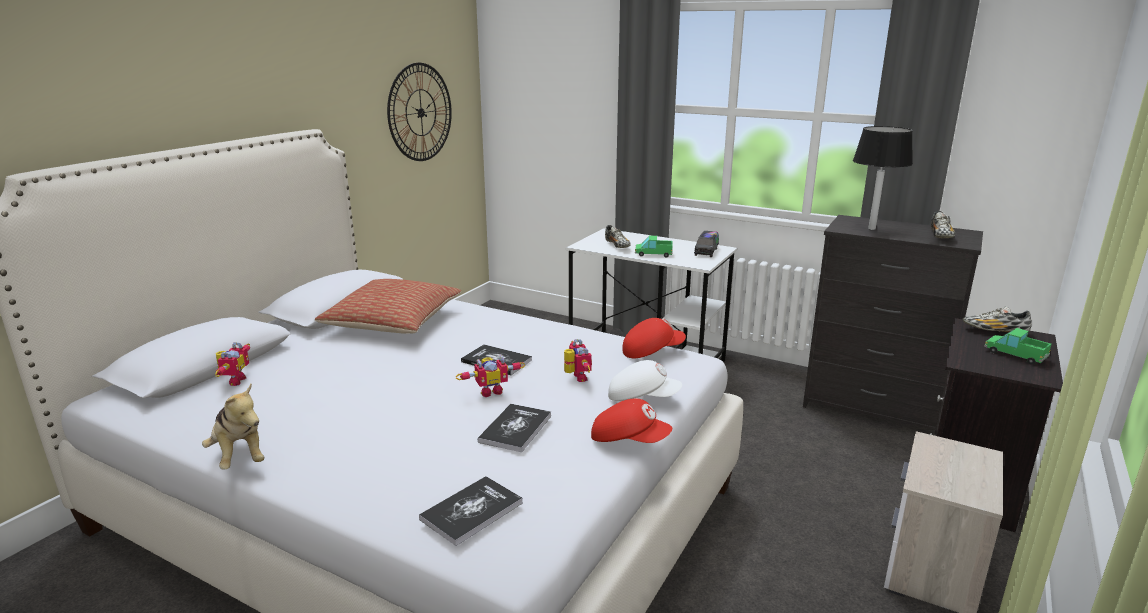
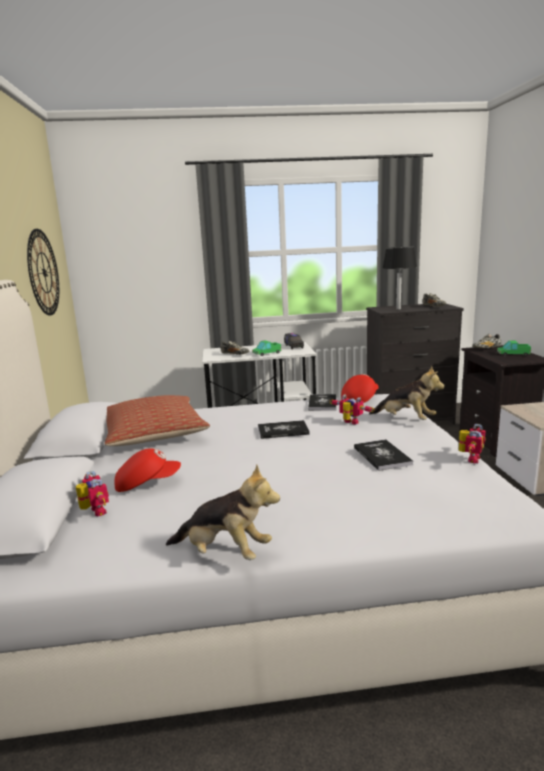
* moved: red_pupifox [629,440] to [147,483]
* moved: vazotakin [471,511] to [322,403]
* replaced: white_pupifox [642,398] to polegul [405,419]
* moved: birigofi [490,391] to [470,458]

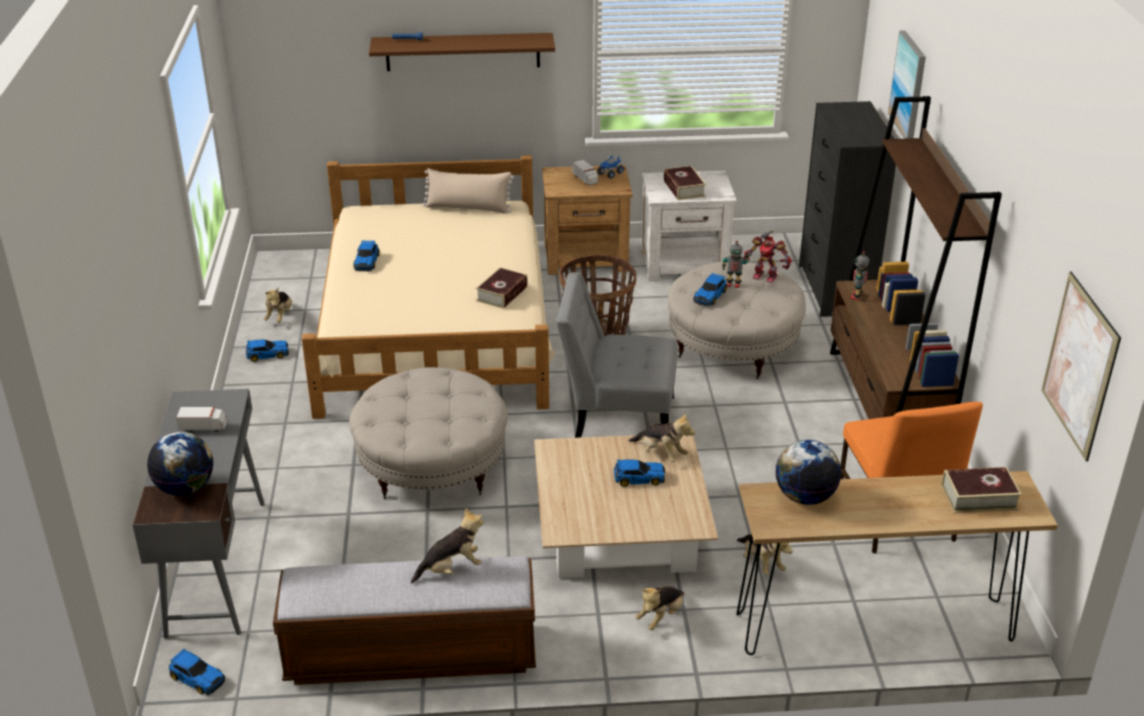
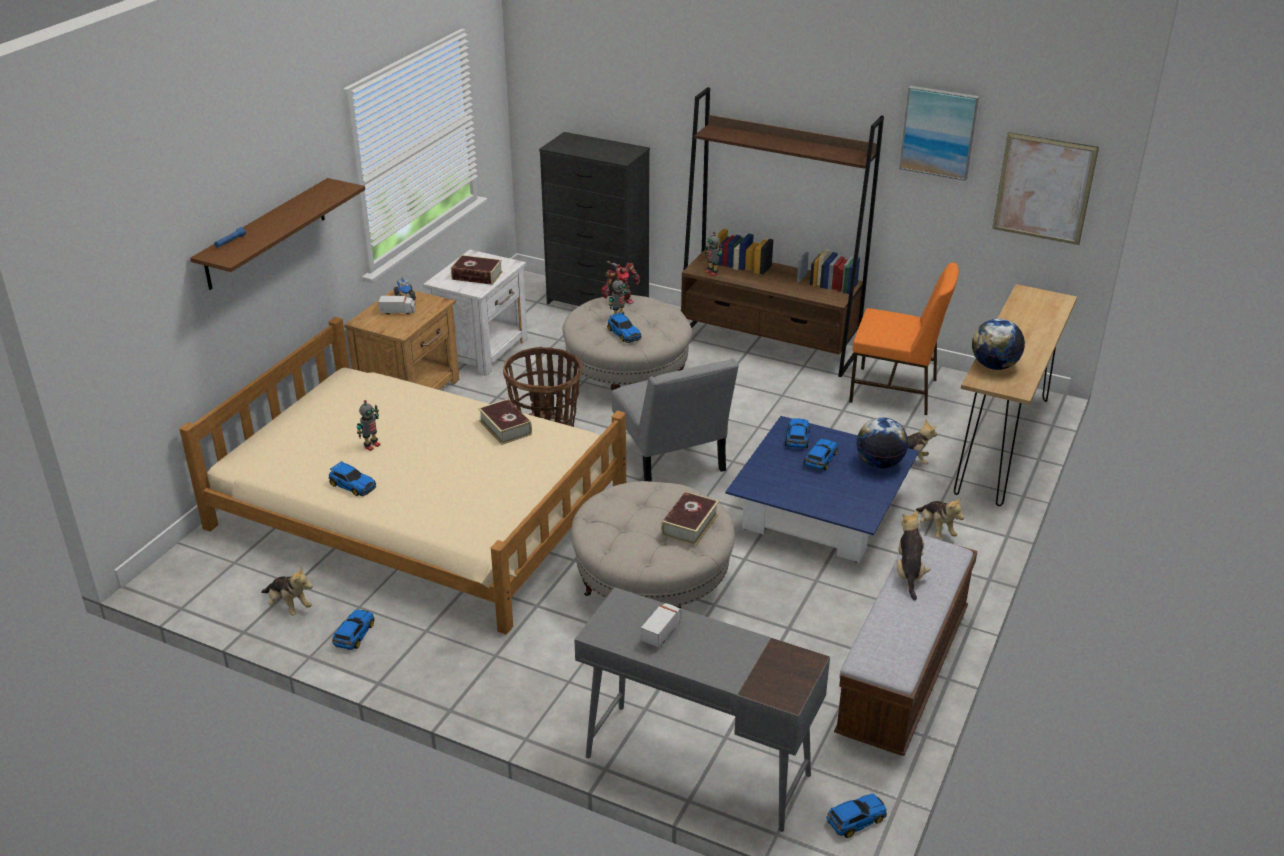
* added: birigofi [371,446]
* turned: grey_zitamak [617,417] = [671,461] 60 degrees counterclockwise
* moved: vazotakin [979,497] to [690,524]
* recoloured: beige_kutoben [619,529] to blue_kutoben [819,512]
* replaced: polegul [661,454] to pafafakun [797,438]
* moved: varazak [185,488] to [879,463]
* moved: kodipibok [909,86] to [938,132]
* removed: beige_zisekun [468,208]

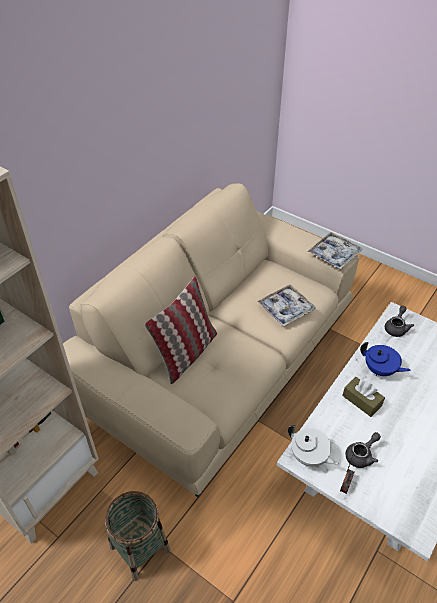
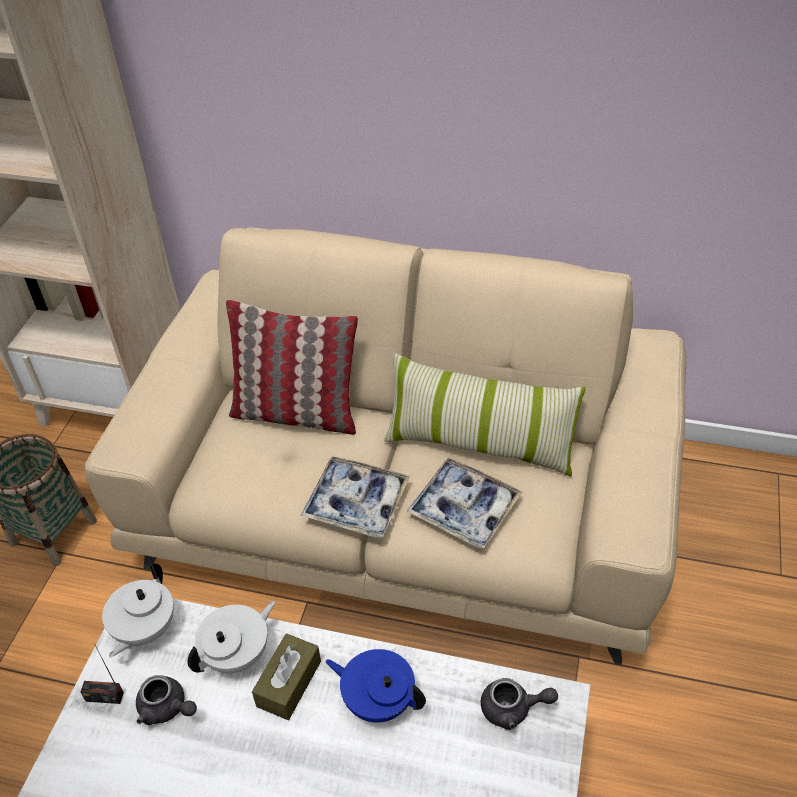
* added: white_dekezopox [238,654]
* moved: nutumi [334,254] to [356,503]
* turned: blue_dekezopox [380,370] = [378,700] 105 degrees clockwise
* added: zisekun [480,443]

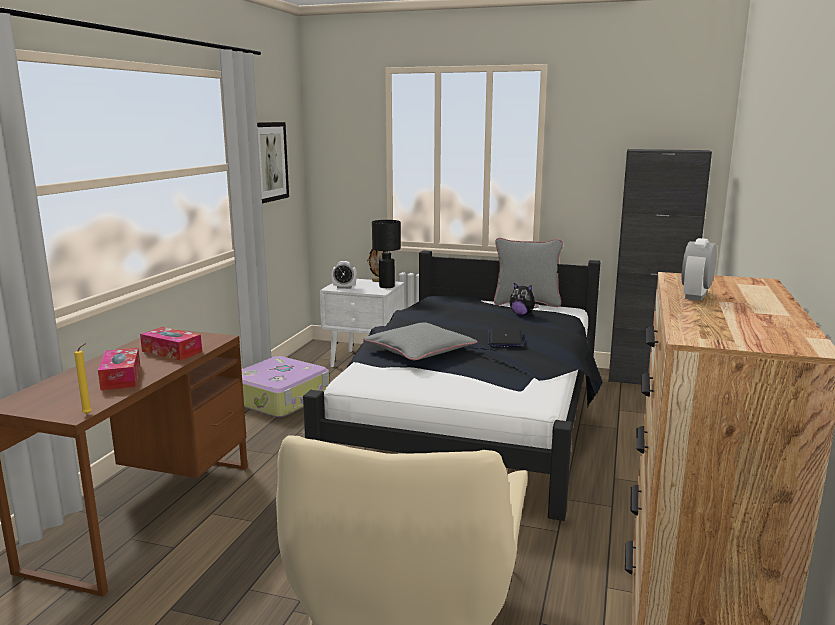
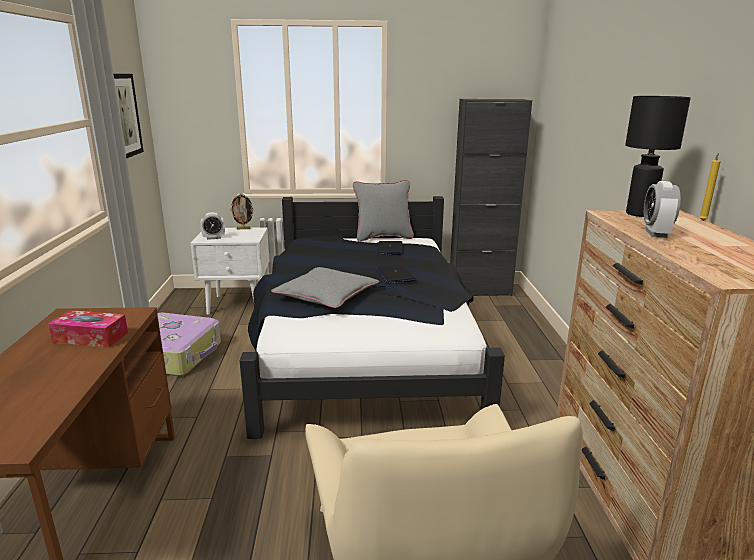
* replaced: polegul [522,314] to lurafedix [389,249]
* moved: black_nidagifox [387,286] to [640,214]
* moved: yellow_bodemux [89,413] to [703,220]
* removed: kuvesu [121,377]

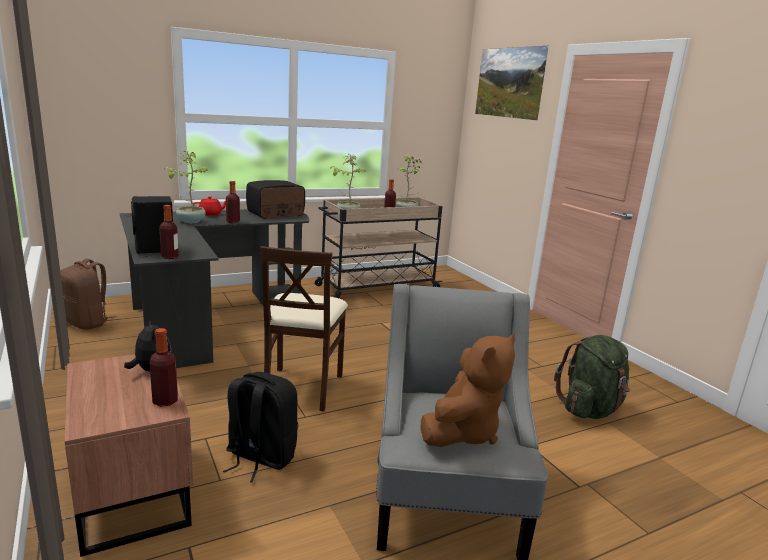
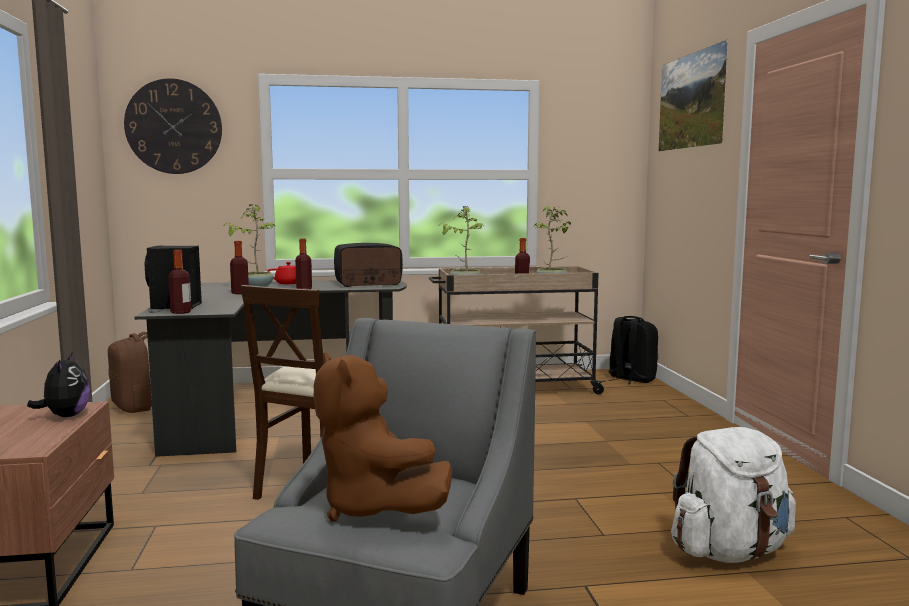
* added: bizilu [174,126]
* moved: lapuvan [165,401] to [240,293]
* turned: brown_polegul [463,431] = [374,508] 90 degrees clockwise
* moved: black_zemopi [260,457] to [631,379]
* recoloured: green_zemopi [590,409] to white_zemopi [730,551]

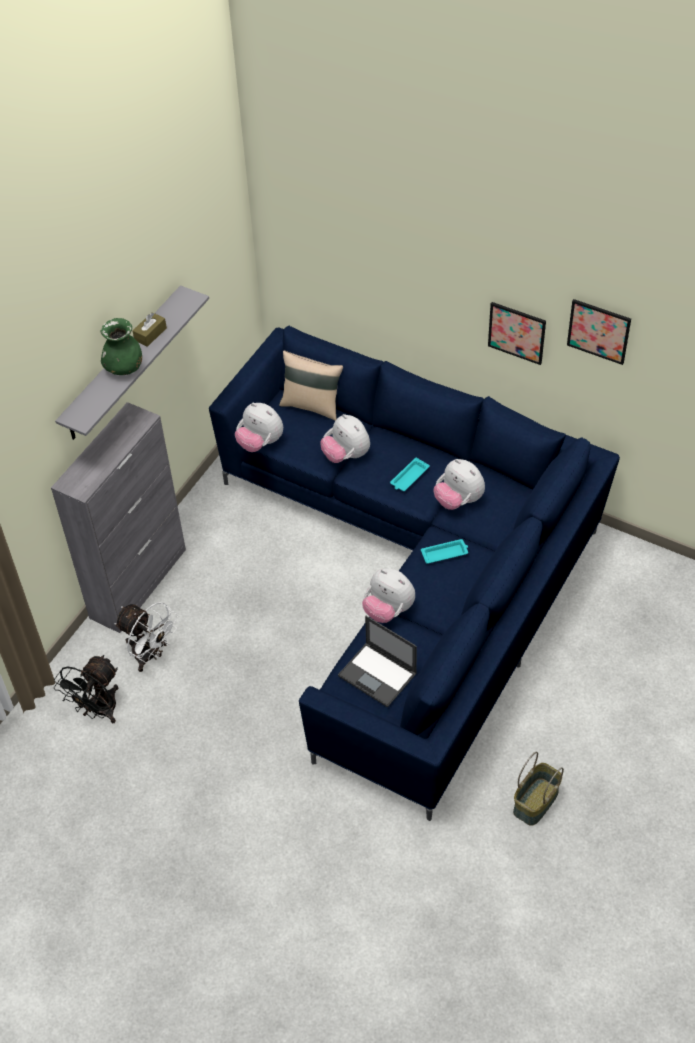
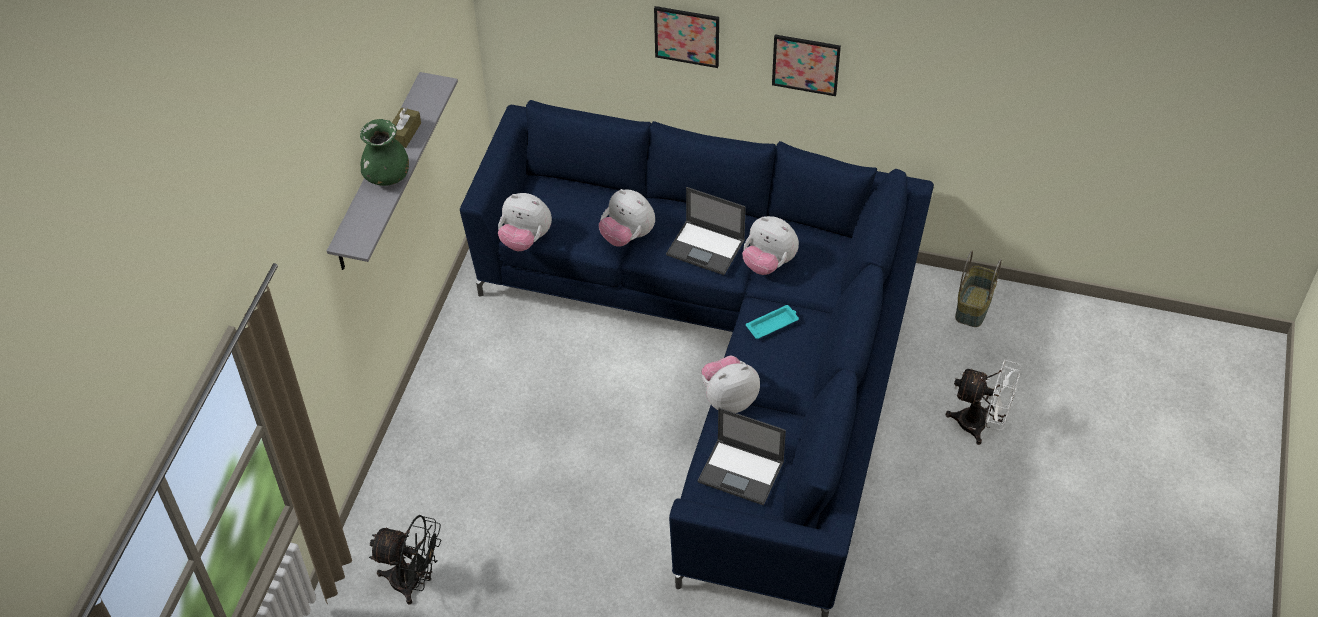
* turned: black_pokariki [99,711] = [413,582] 90 degrees counterclockwise
* moved: kodipibok [598,331] to [687,36]
* replaced: turquoise_nutumi [409,477] to lurafedix [706,247]
* turned: polegul [388,610] = [729,399] 135 degrees clockwise
* moved: white_pokariki [150,655] to [980,425]
* moved: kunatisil [536,802] to [974,307]
* removed: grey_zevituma [139,583]
* removed: beige_zisekun [312,405]

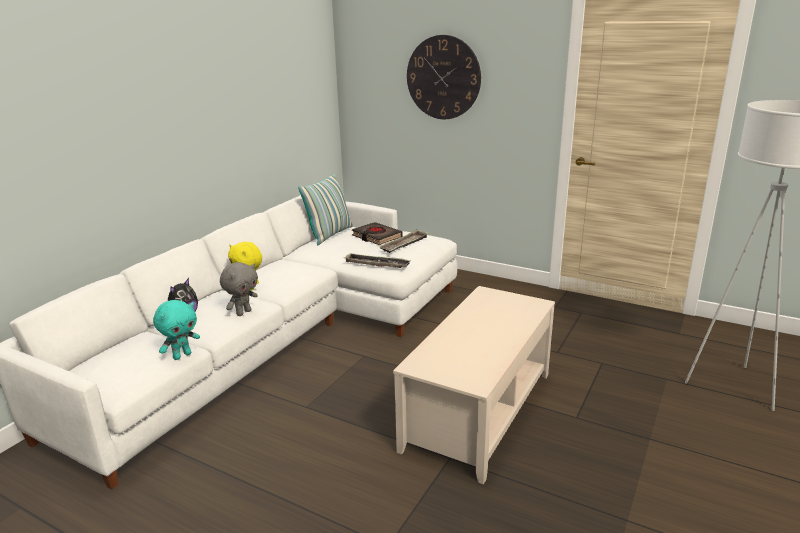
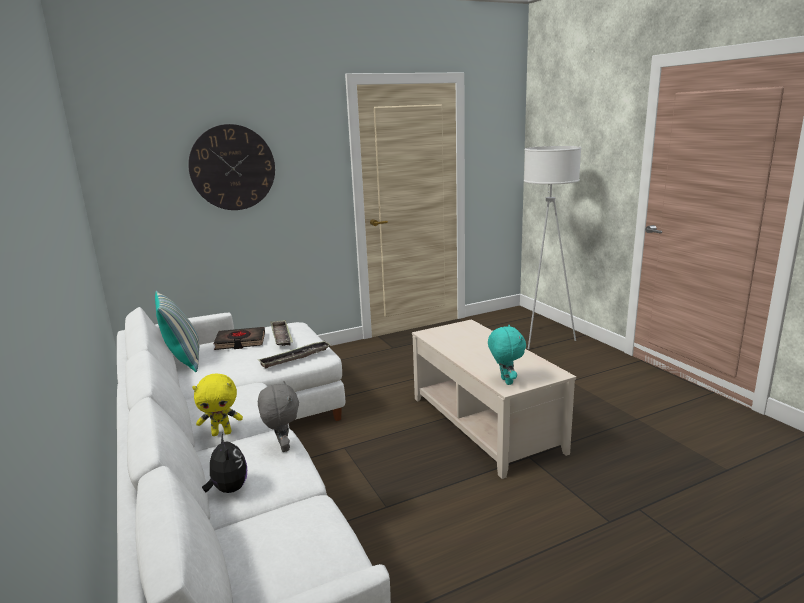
* moved: turquoise_polegul [182,355] to [505,381]

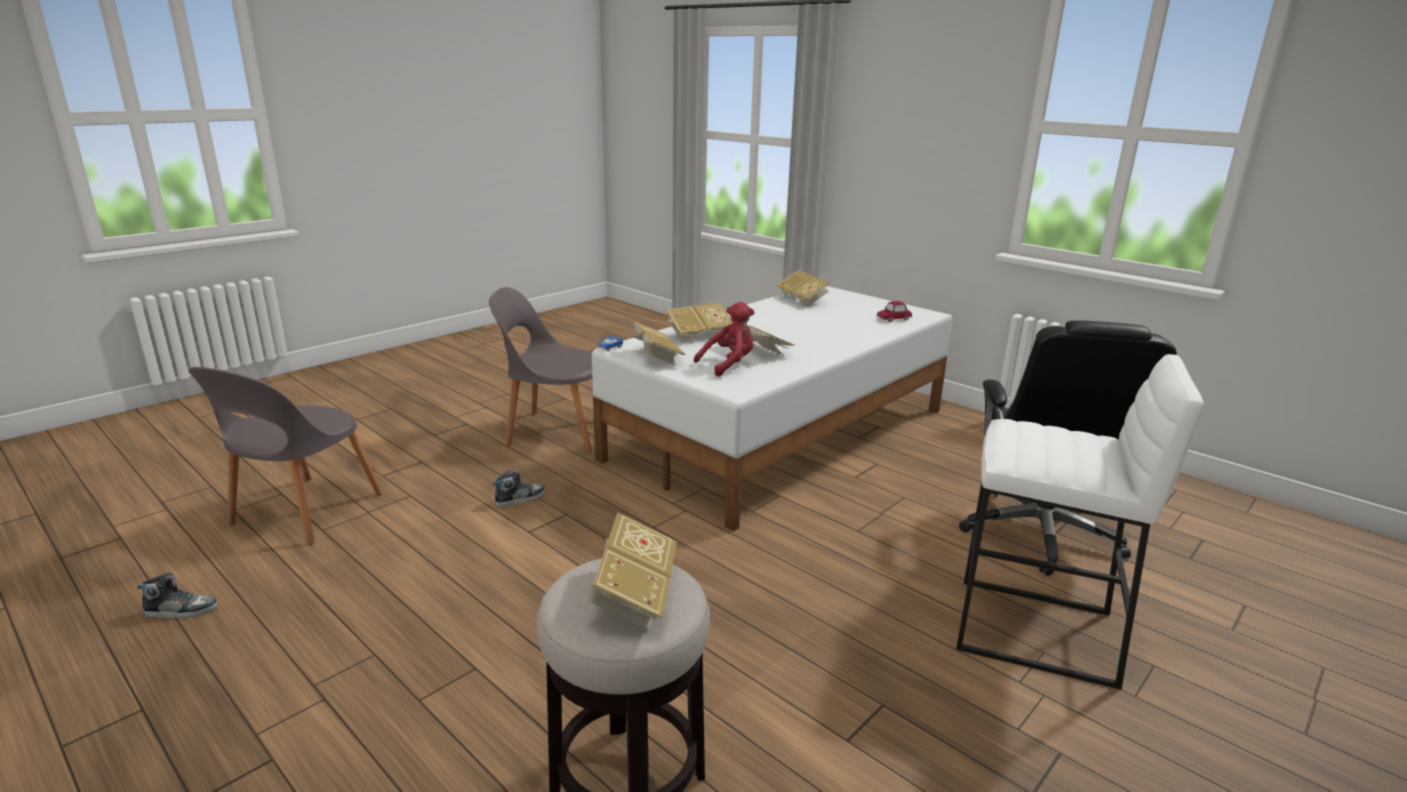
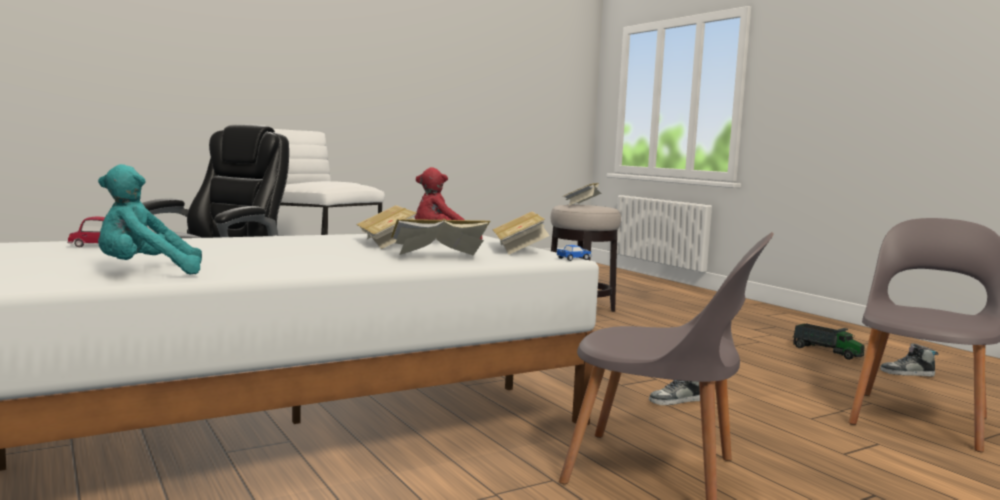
* replaced: vazotakin [802,299] to turquoise_polegul [145,273]
* added: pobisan [827,352]

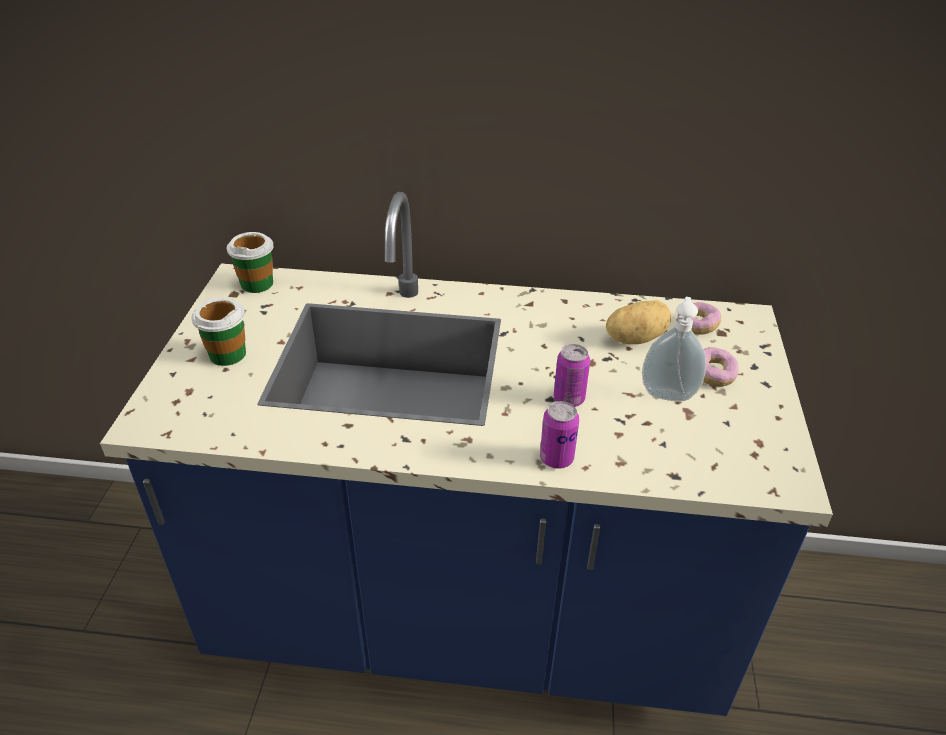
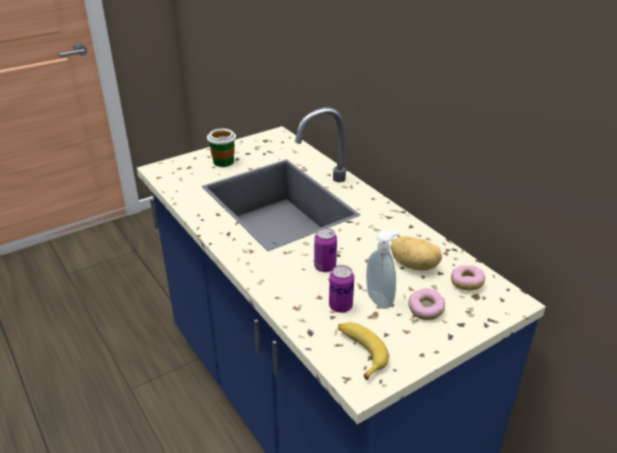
* moved: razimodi [556,458] to [340,306]
* added: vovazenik [360,352]
* removed: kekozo [257,283]

